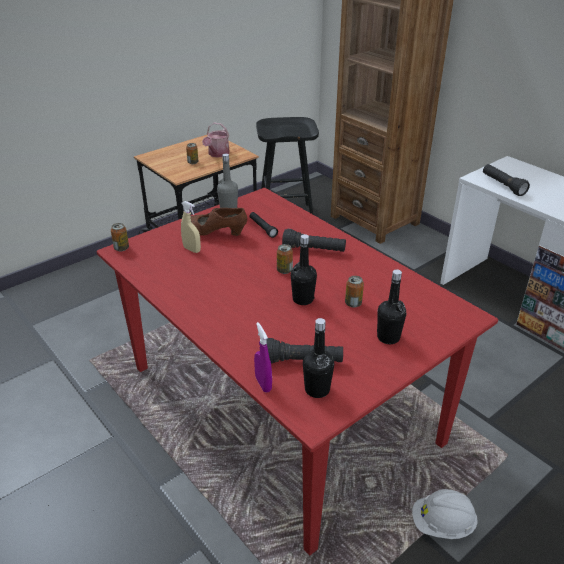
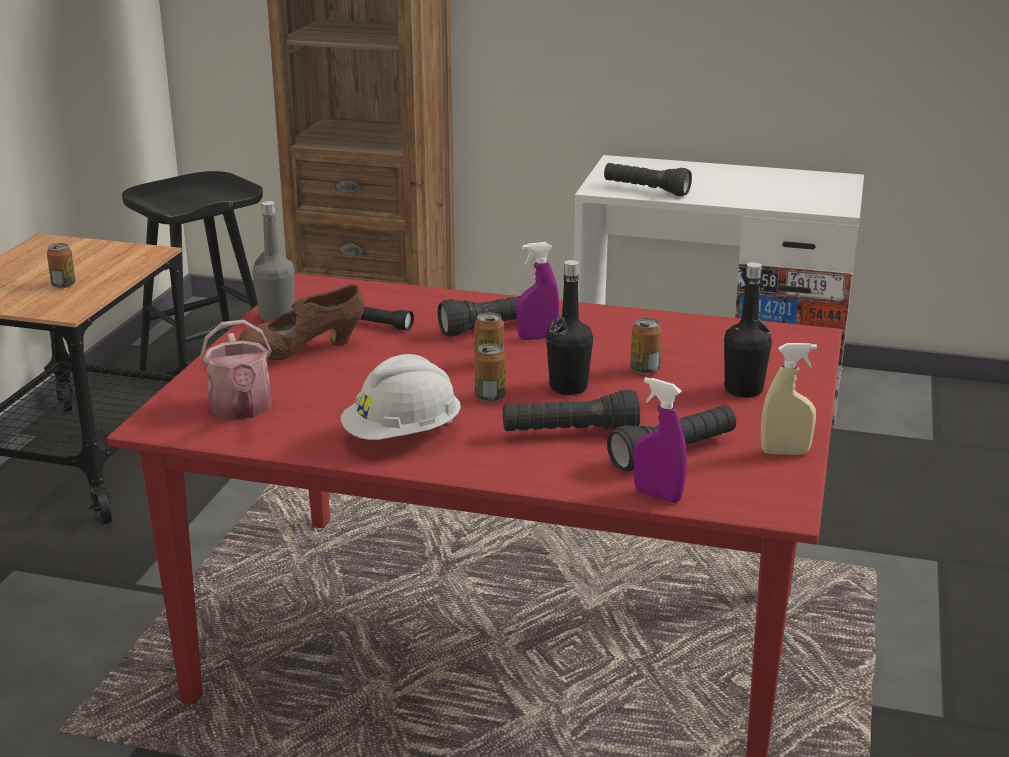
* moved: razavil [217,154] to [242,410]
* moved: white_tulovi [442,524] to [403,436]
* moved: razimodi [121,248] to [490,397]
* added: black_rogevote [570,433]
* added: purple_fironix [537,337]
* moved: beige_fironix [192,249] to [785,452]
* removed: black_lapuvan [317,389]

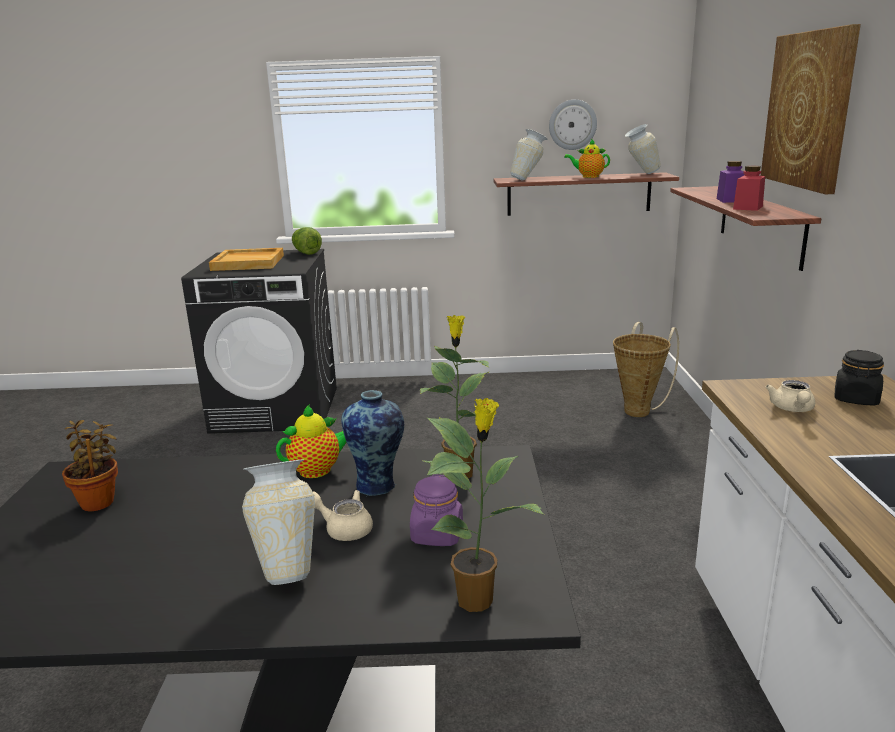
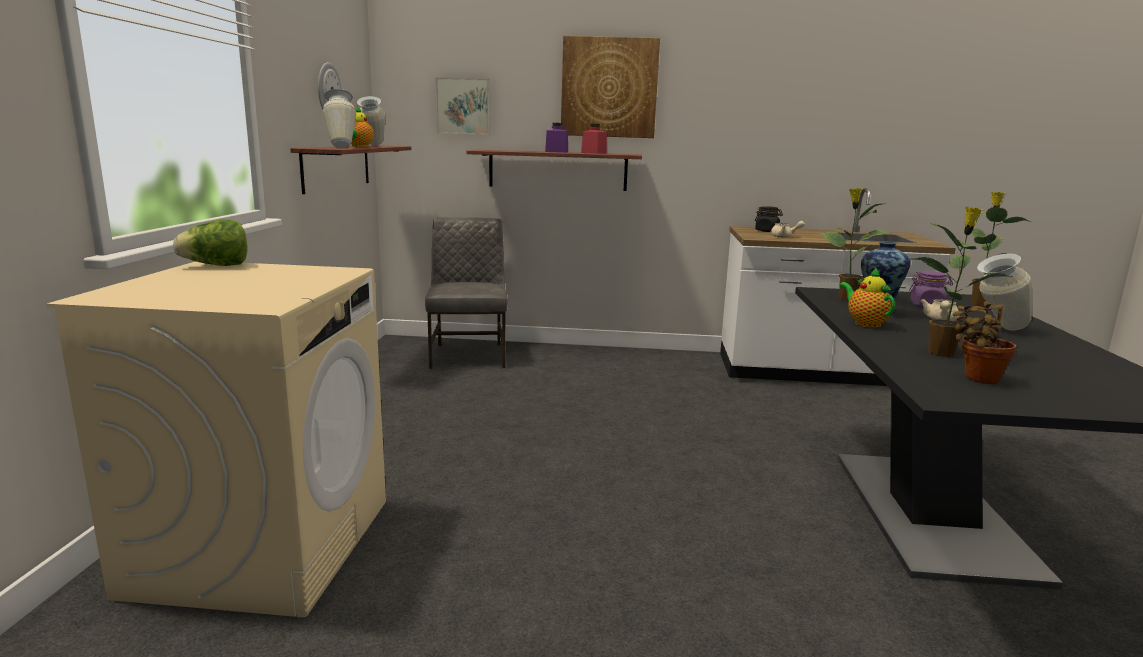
* recoloured: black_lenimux [277,409] to beige_lenimux [263,544]
* replaced: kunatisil [639,410] to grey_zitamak [469,355]
* added: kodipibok [464,106]
* added: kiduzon [942,353]
* removed: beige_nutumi [249,262]

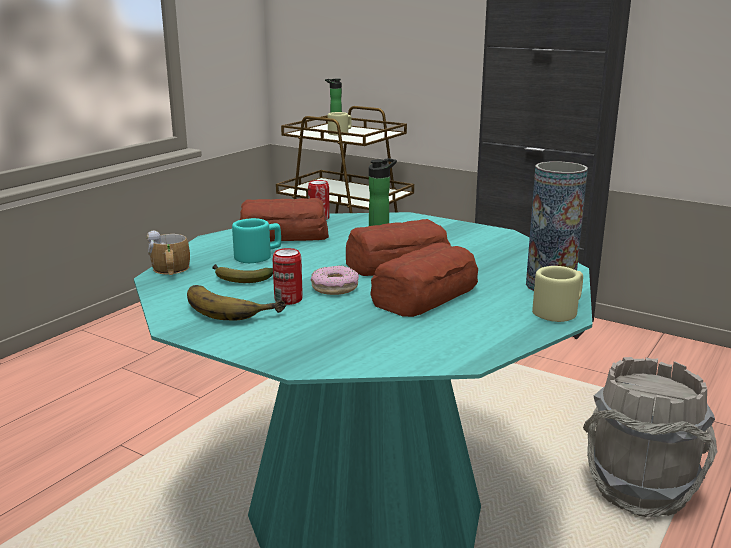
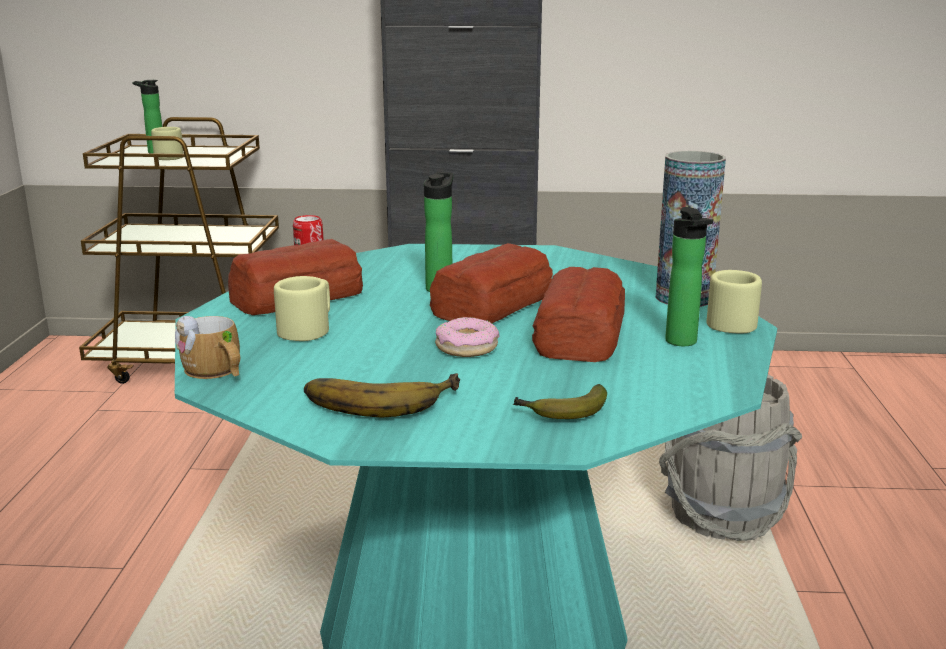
* recoloured: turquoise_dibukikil [259,256] to beige_dibukikil [308,329]
* moved: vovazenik [239,279] to [562,412]
* added: lapuvan [683,343]
* removed: razimodi [288,299]

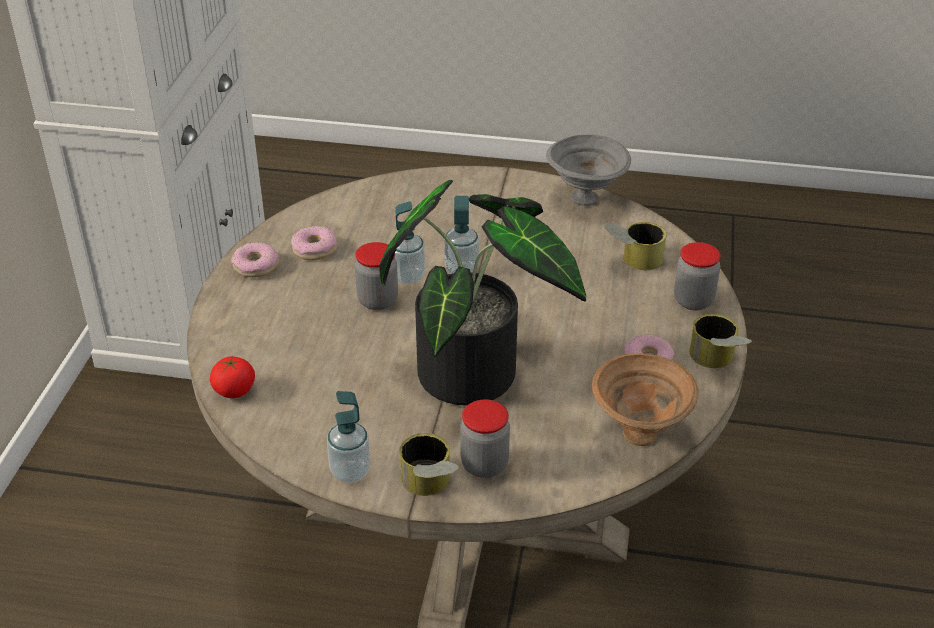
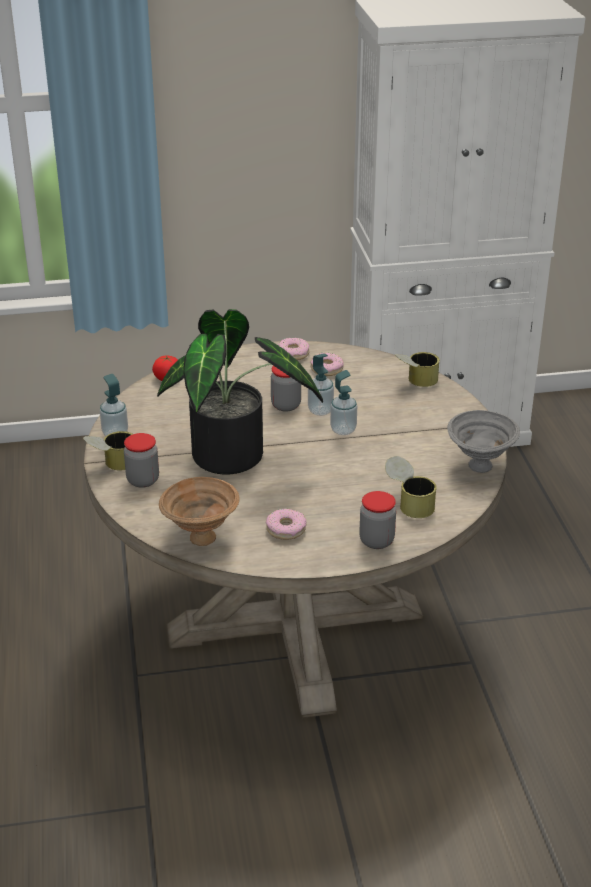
* moved: razimodi [716,362] to [415,381]

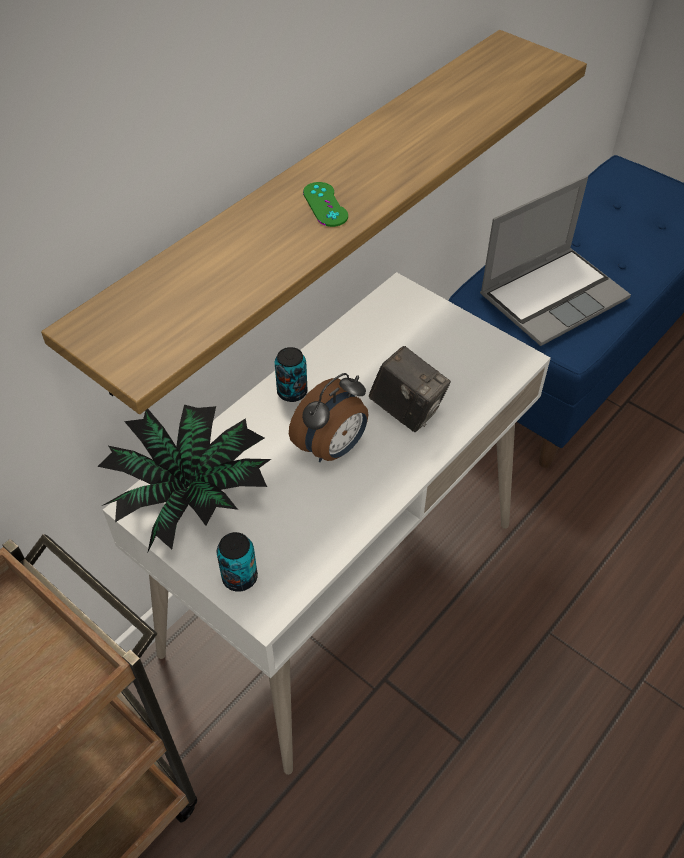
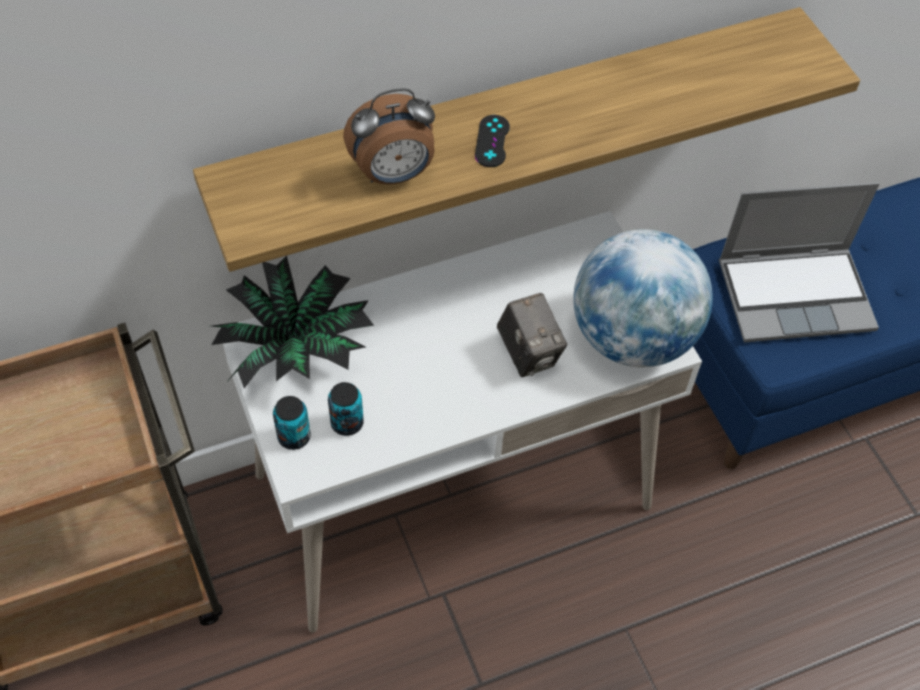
* moved: razimodi [292,392] to [347,423]
* moved: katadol [332,448] to [393,175]
* recoloured: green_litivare [325,204] to black_litivare [492,141]
* added: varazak [632,338]

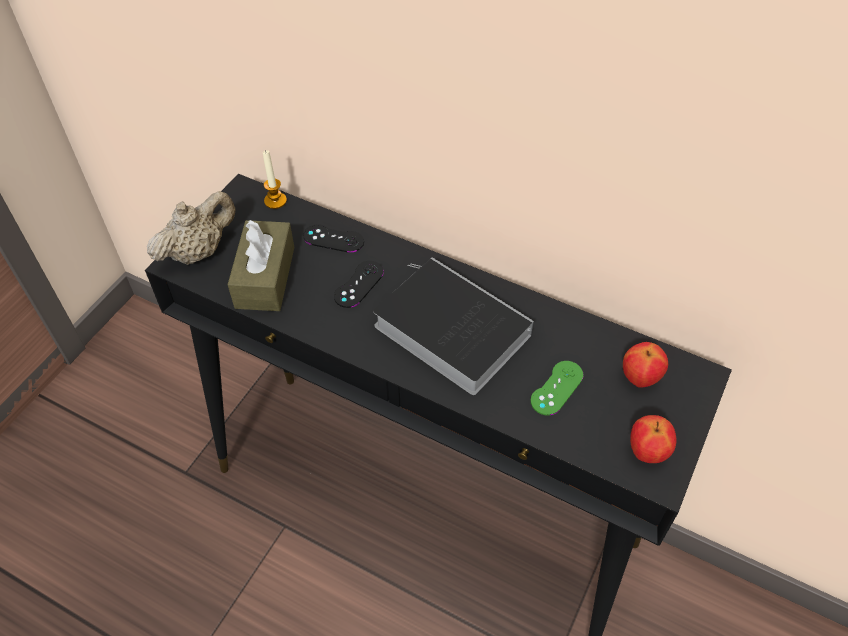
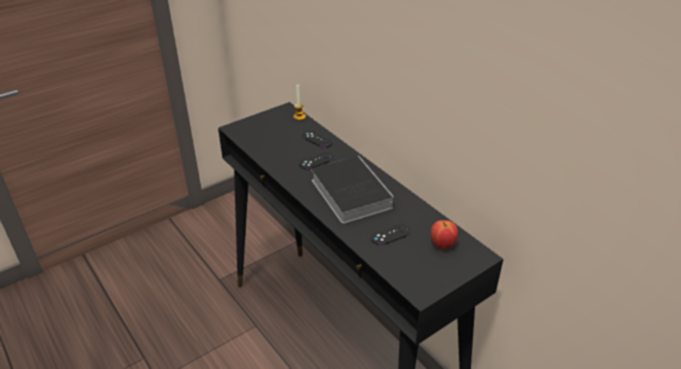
* recoloured: green_litivare [557,388] to black_litivare [390,234]
* removed: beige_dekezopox [198,252]
* removed: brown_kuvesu [265,277]
* removed: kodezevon [647,452]

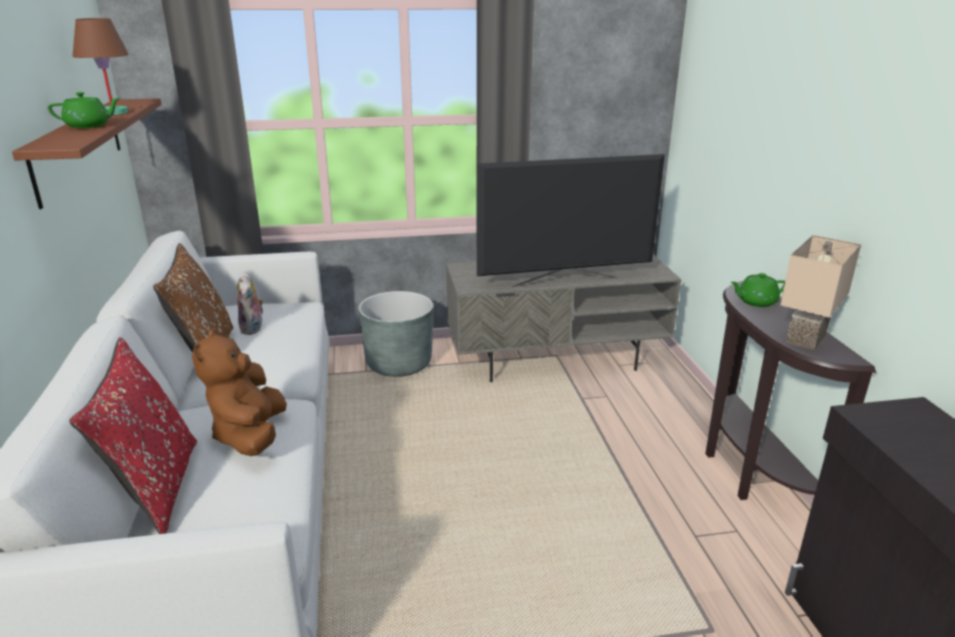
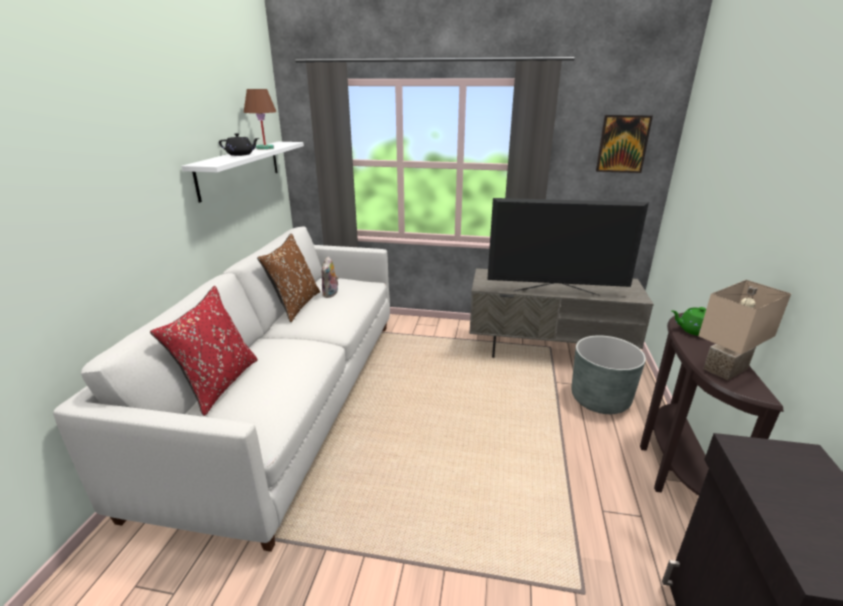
* recoloured: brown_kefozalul [78,148] to white_kefozalul [240,168]
* recoloured: green_dekezopox [89,126] to black_dekezopox [241,154]
* moved: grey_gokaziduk [399,364] to [600,399]
* added: kodipibok [622,144]
* removed: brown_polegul [250,435]

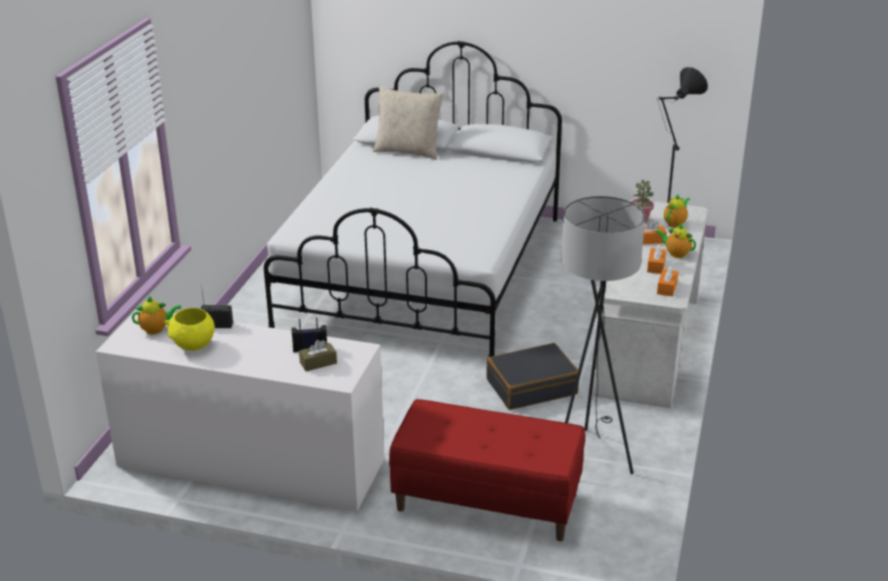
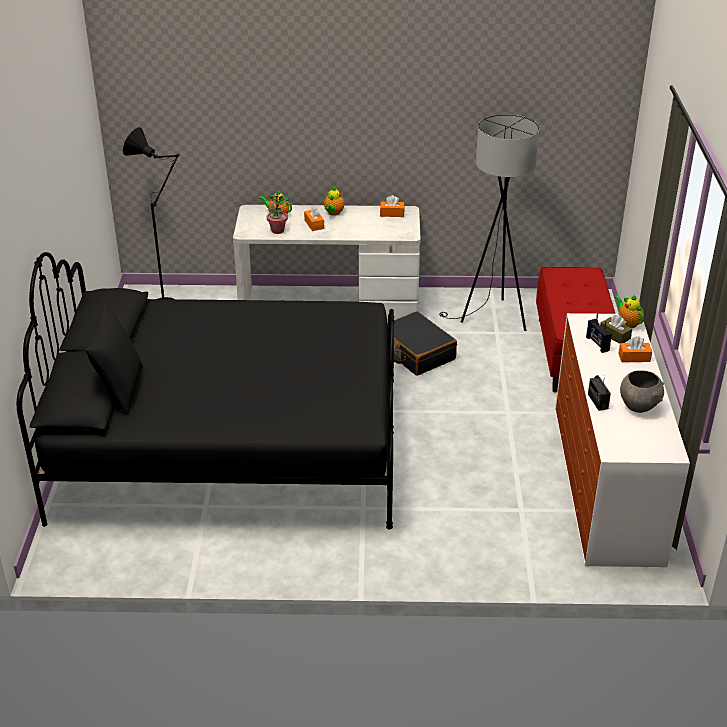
* recoloured: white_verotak [424,270] to black_verotak [231,444]
* recoloured: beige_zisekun [408,151] to black_zisekun [120,389]
* moved: dekezopox [156,329] to [628,323]
* moved: orange_kuvesu [656,266] to [634,357]
* recoloured: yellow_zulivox [193,346] to grey_zulivox [639,406]

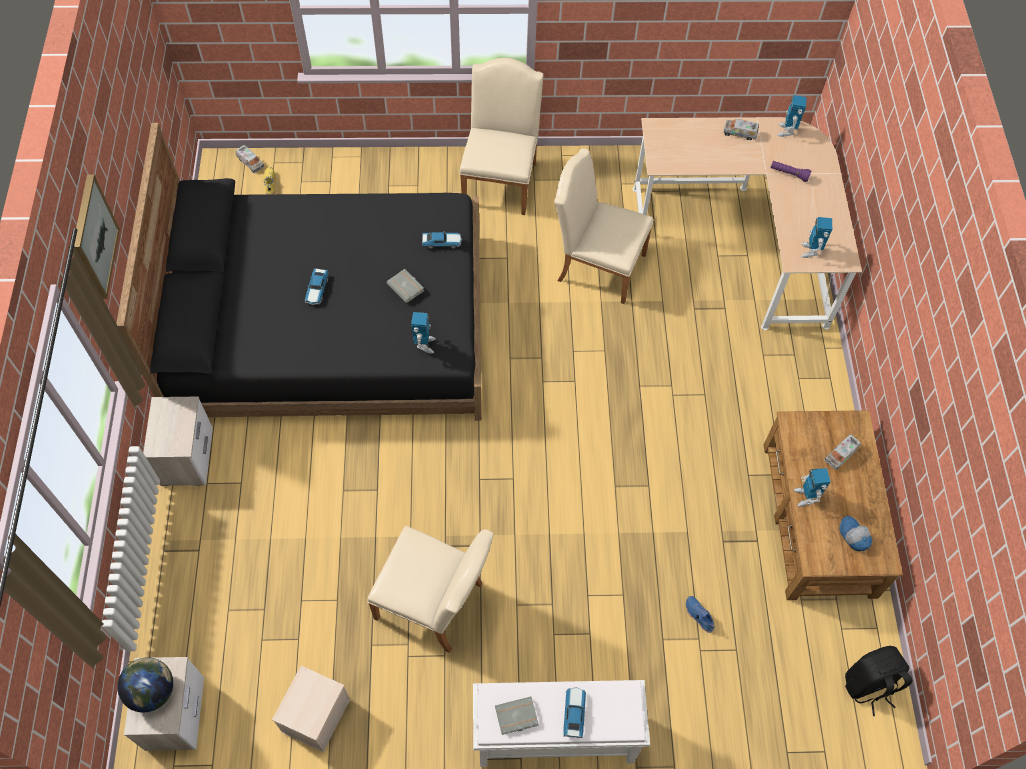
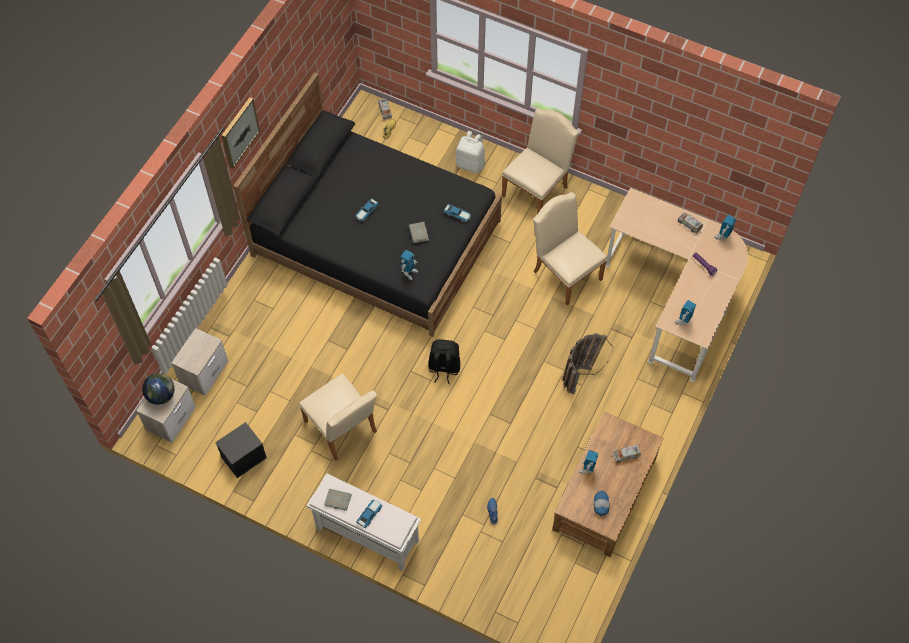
* moved: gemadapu [187,455] to [205,372]
* recoloured: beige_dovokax [315,714] to black_dovokax [244,456]
* moved: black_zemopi [869,685] to [444,368]
* added: white_zemopi [470,164]
* added: kunatisil [581,373]

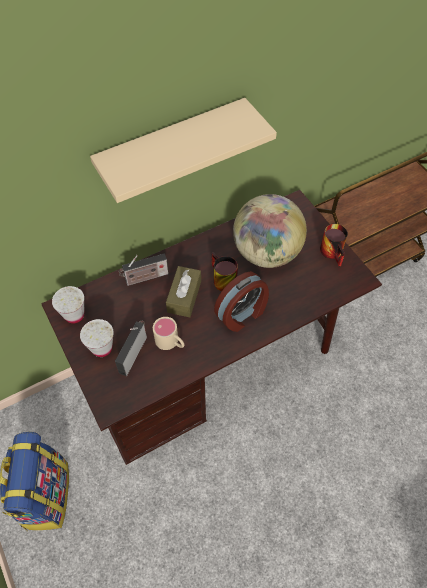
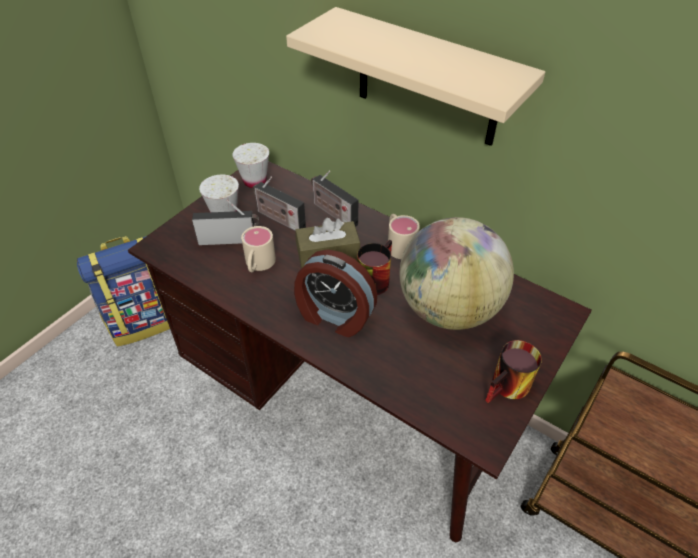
* added: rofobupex [278,219]
* added: beige_dibukikil [398,244]

